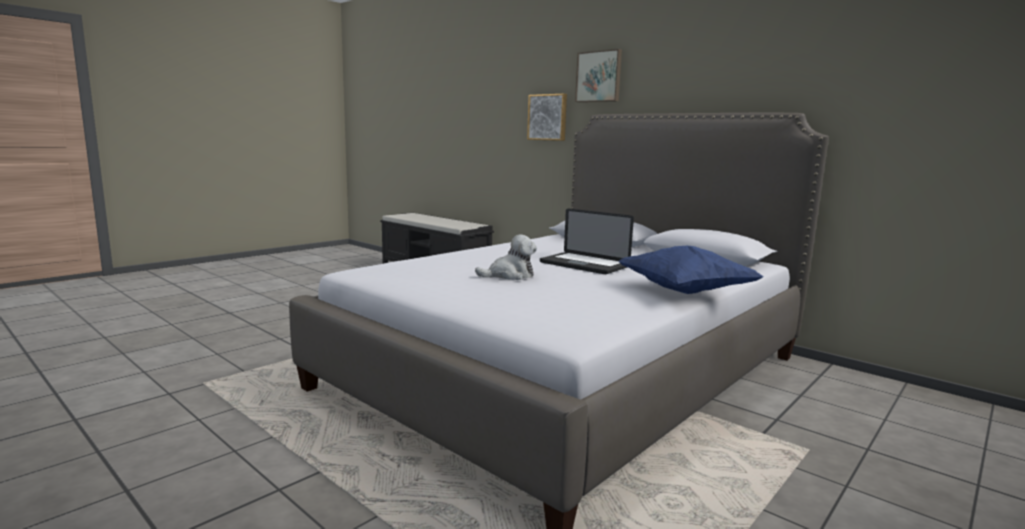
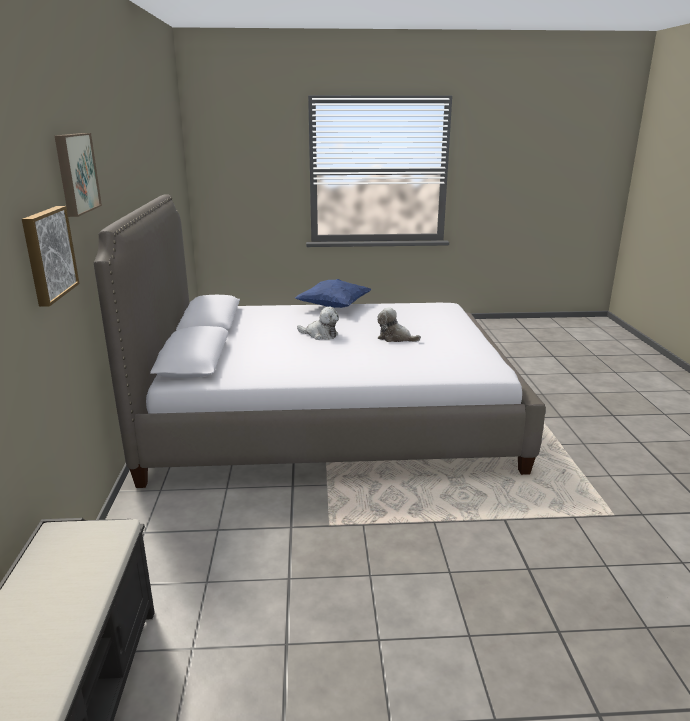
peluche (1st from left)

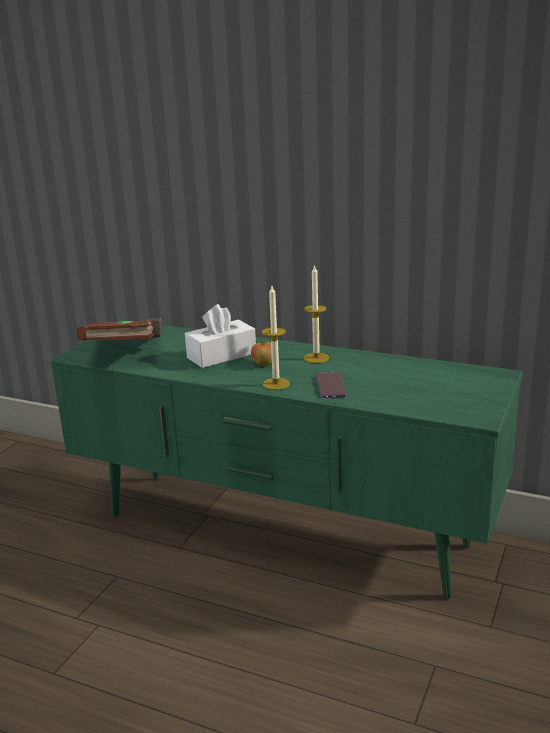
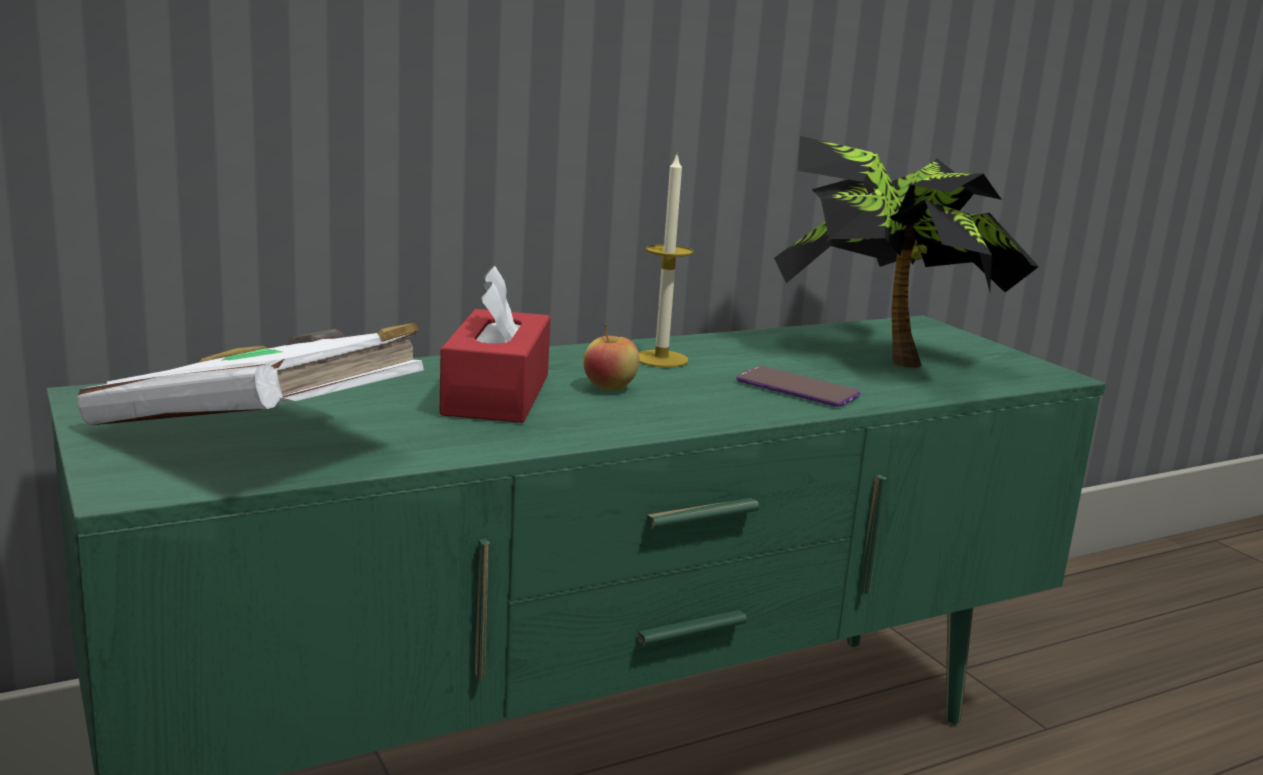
vela (1st from left in the first image); planta en maceta; libro (blanco); caja de pañuelos (rojo)

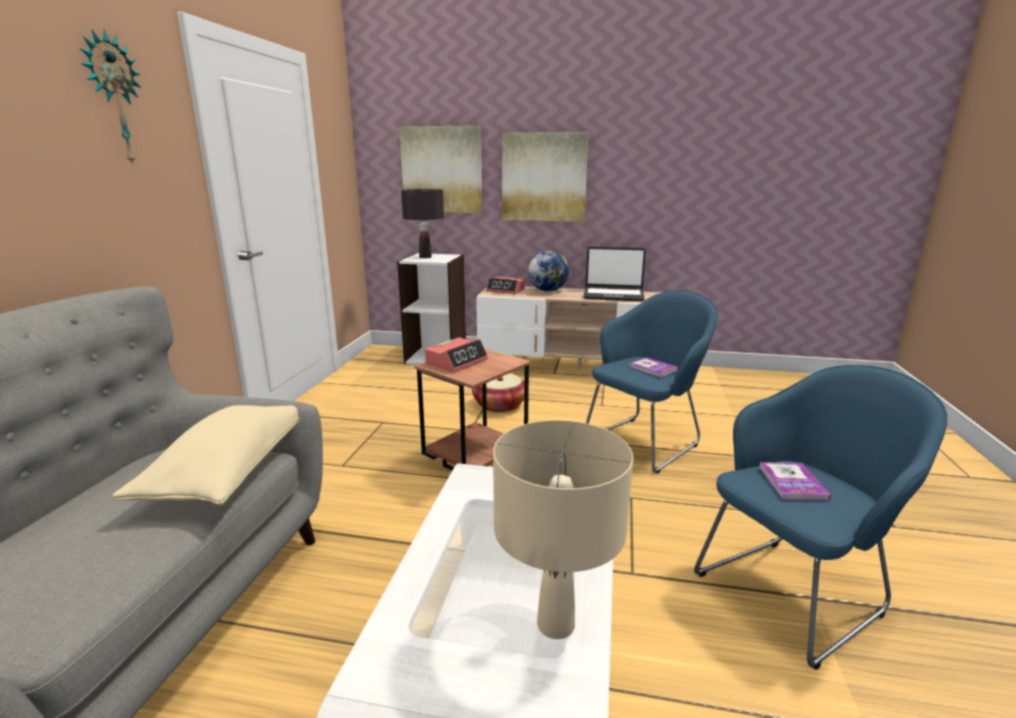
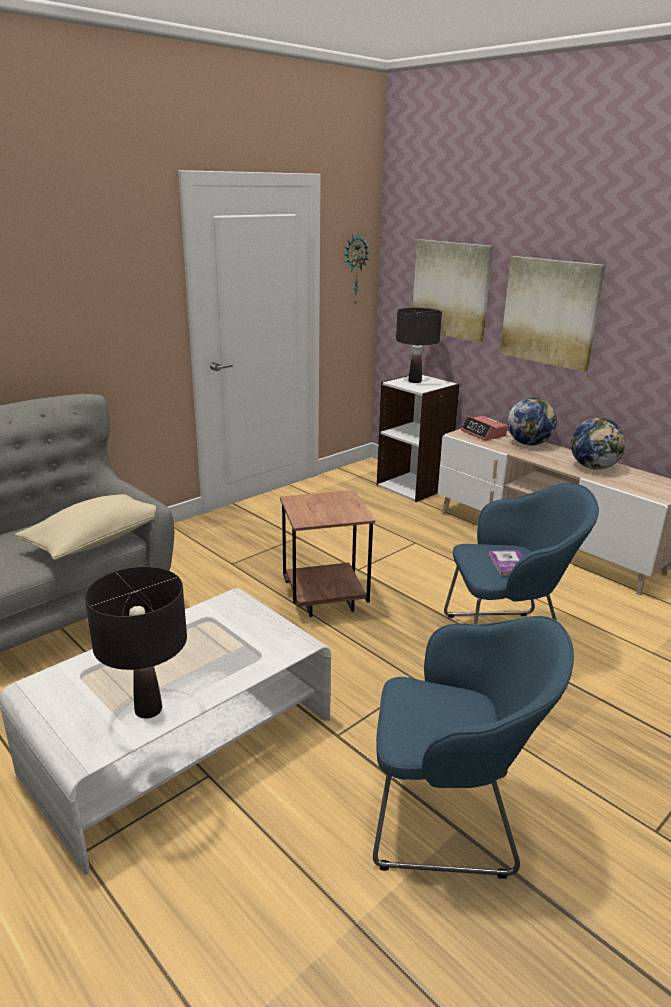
despertador (1st from left in the first image); cesta; libro (2nd from left in the first image); reloj de pared; globo terráqueo (2nd from left); lámpara de mesa (negro) (1st from left)

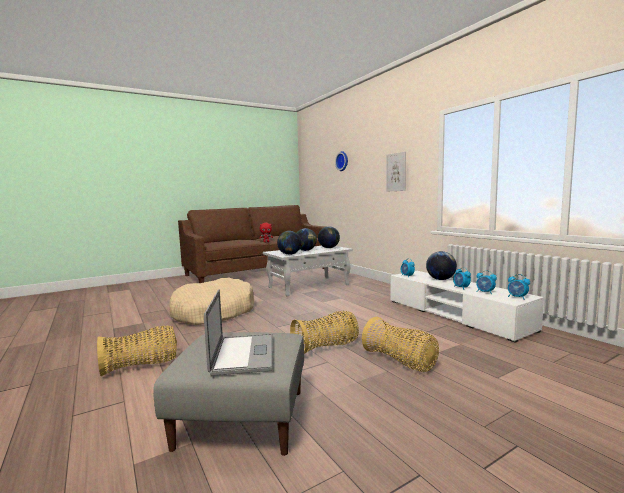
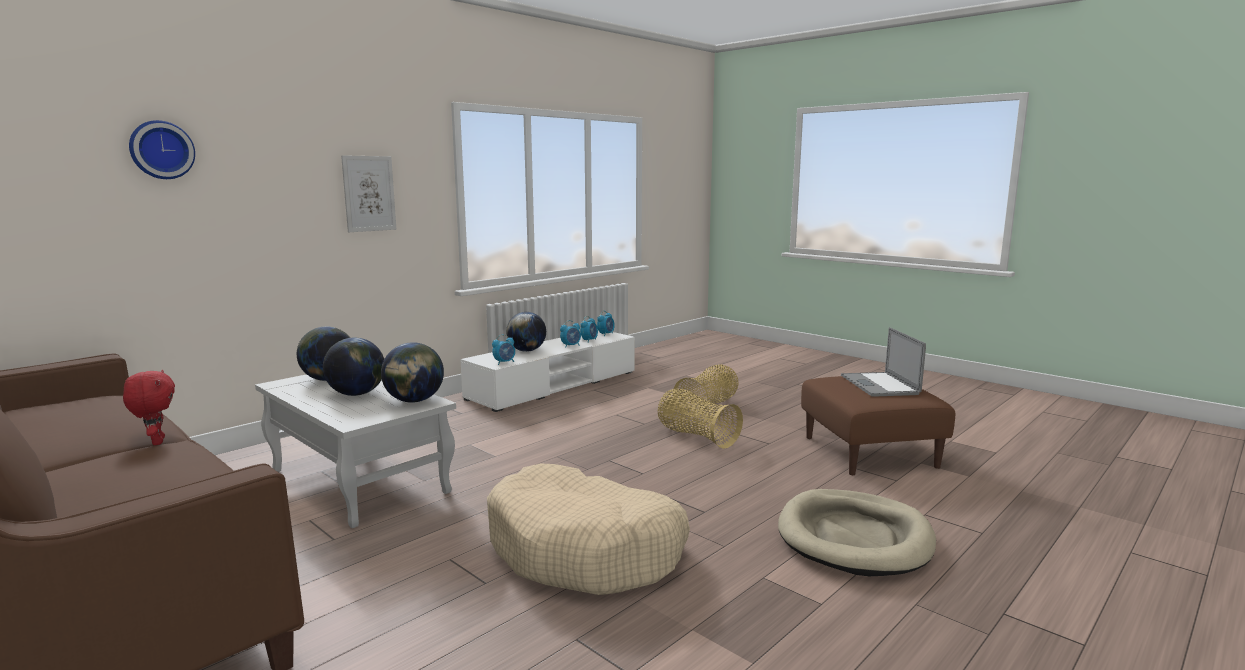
cama para perro (beis) (2nd from left); puf (marrón); portátil

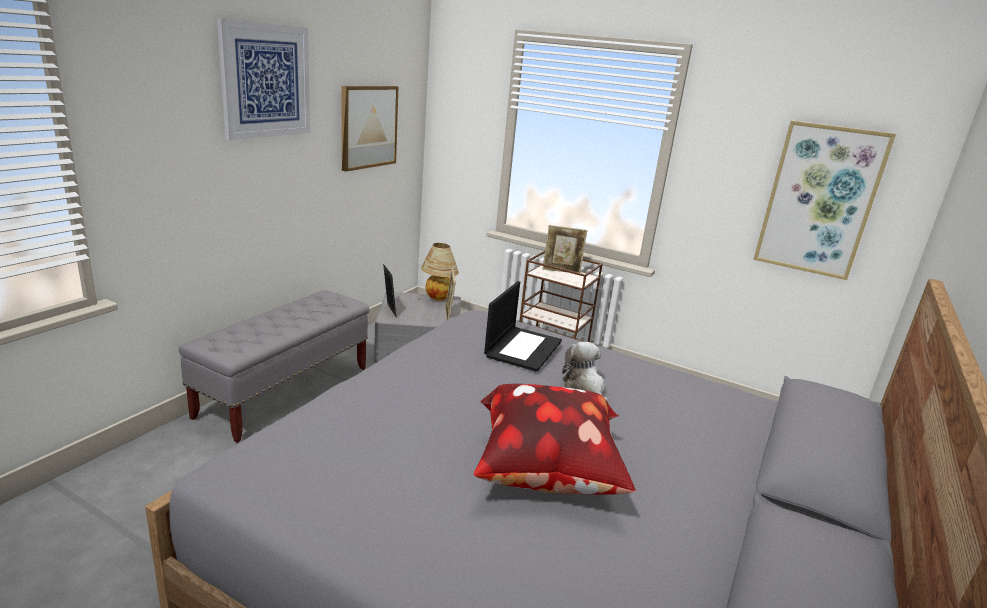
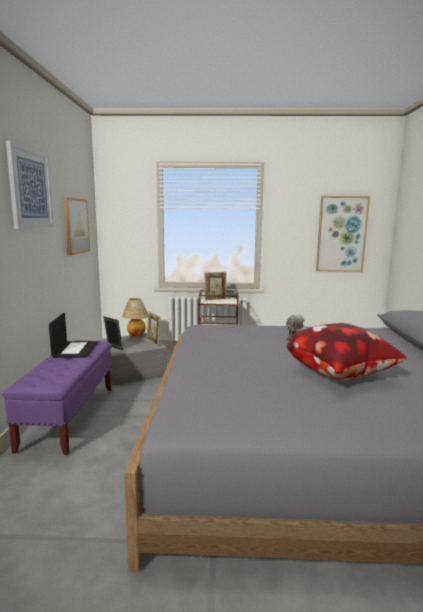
portátil; banco (morado)

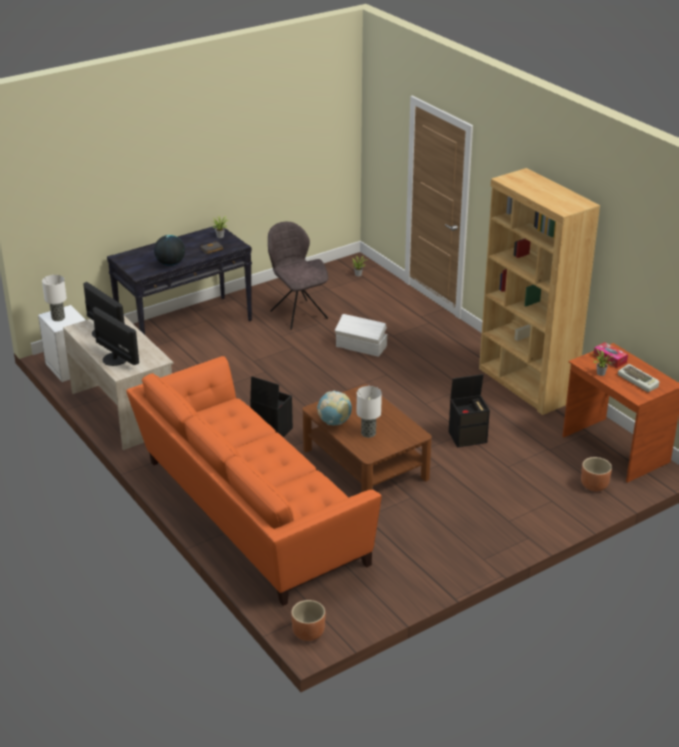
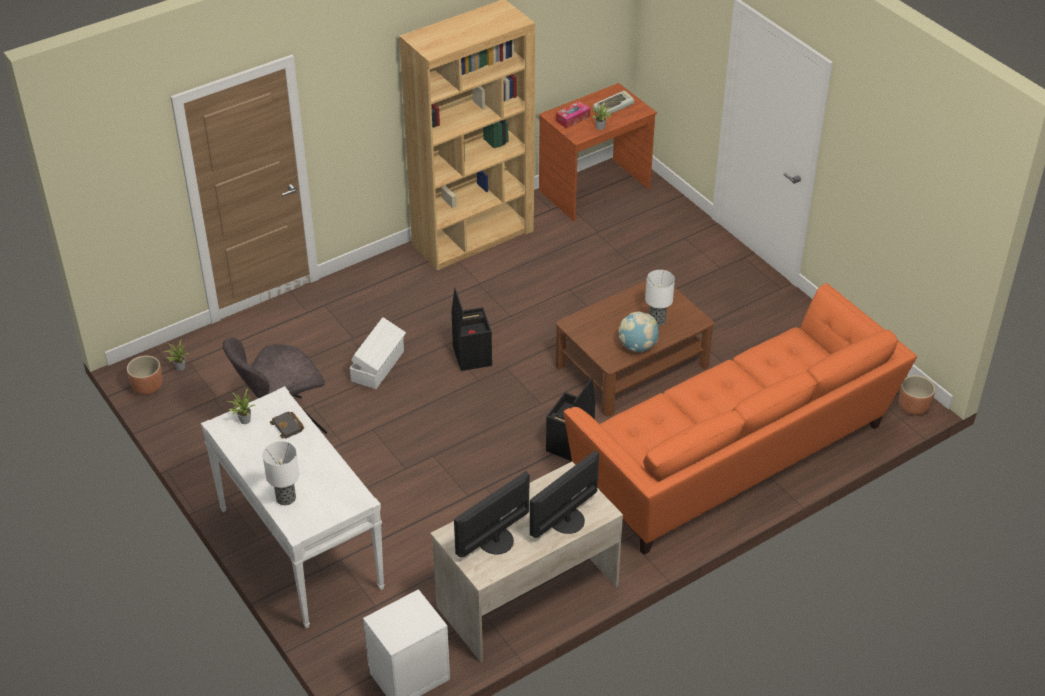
globo terráqueo (1st from left in the first image); lámpara de mesa (1st from left); caja de almacenaje (negro) (1st from left); maceta (marrón) (1st from left); mesa consola (blanco)

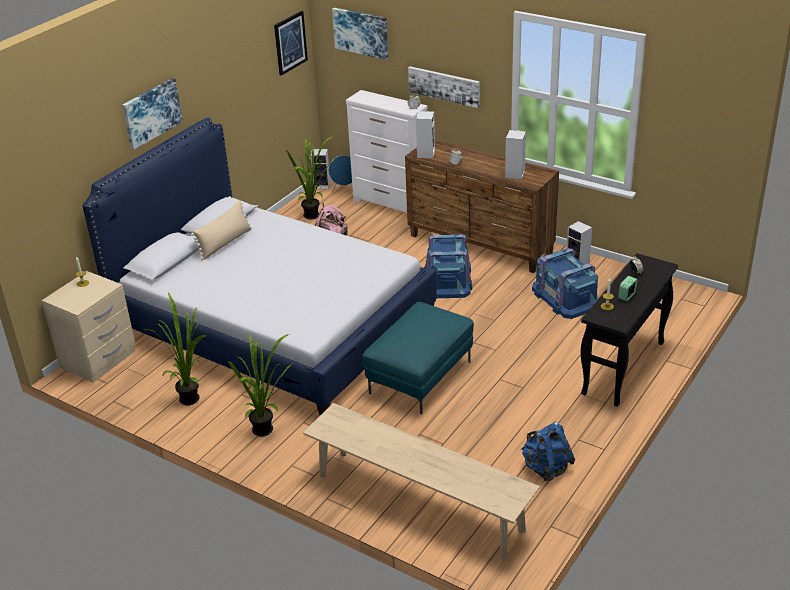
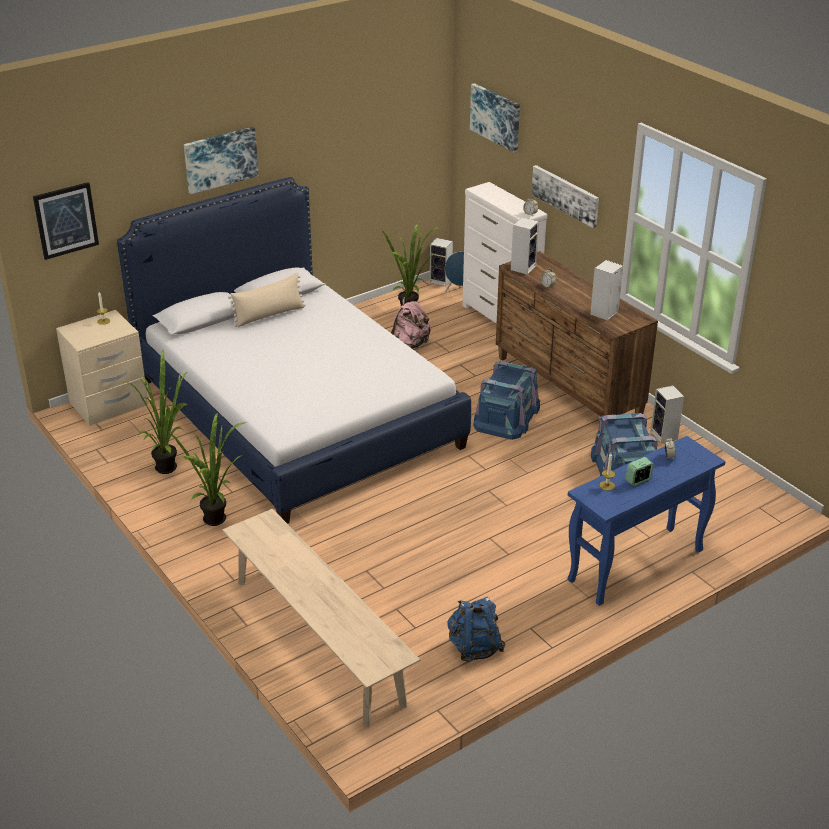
puf (turquesa); cuadro (1st from left); mesa consola (azul)

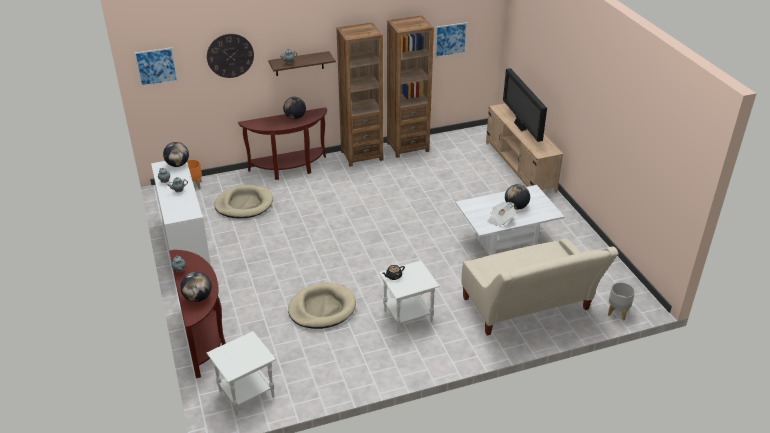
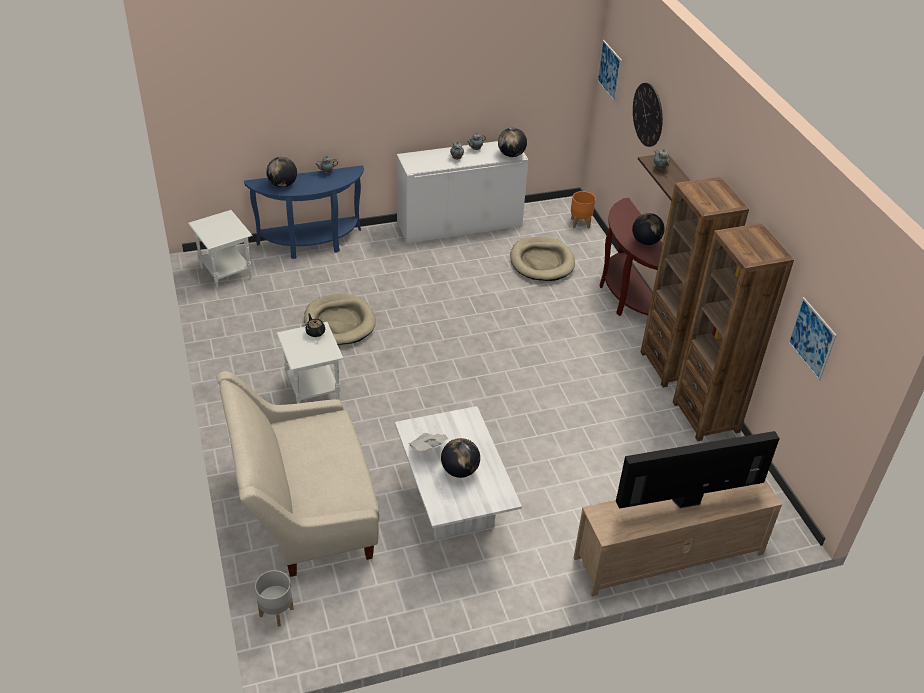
mesa consola (azul)

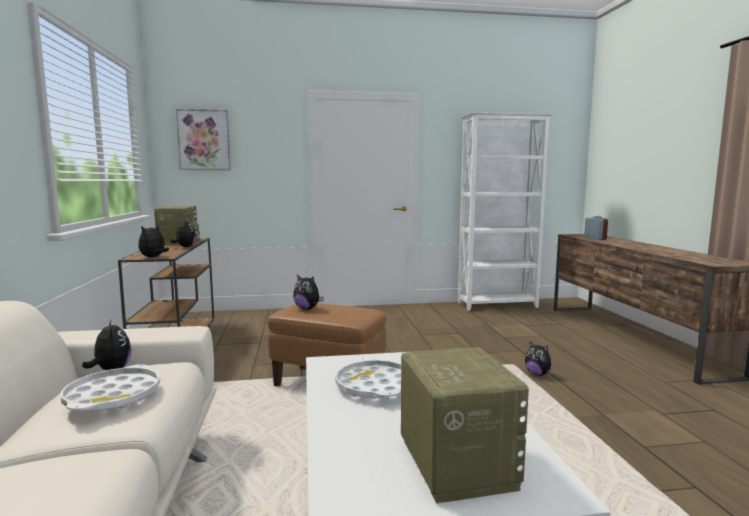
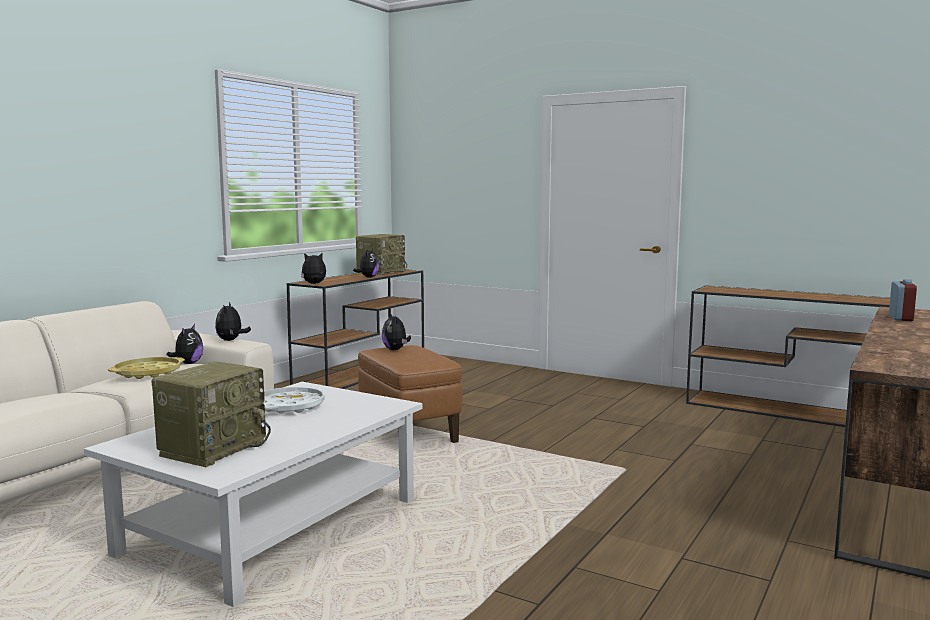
cuadro; peluche (2nd from left); mesa consola (marrón) (2nd from left); bandeja (amarillo)

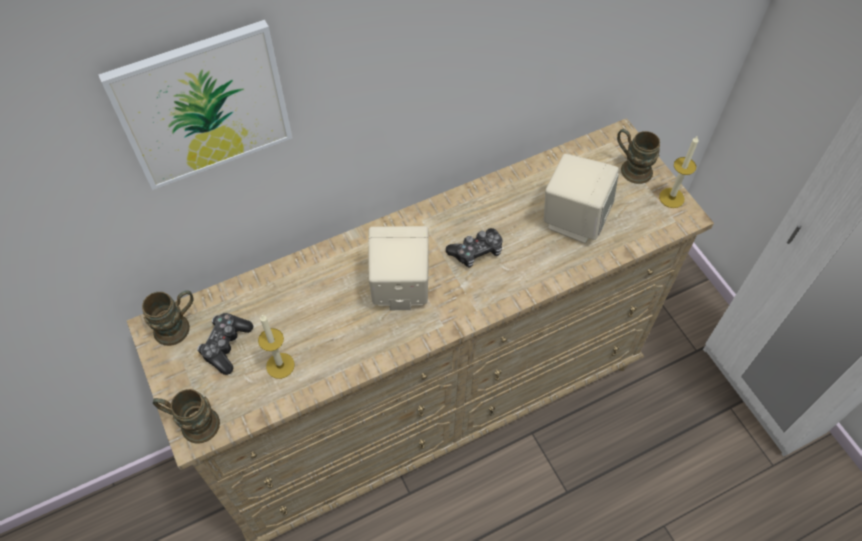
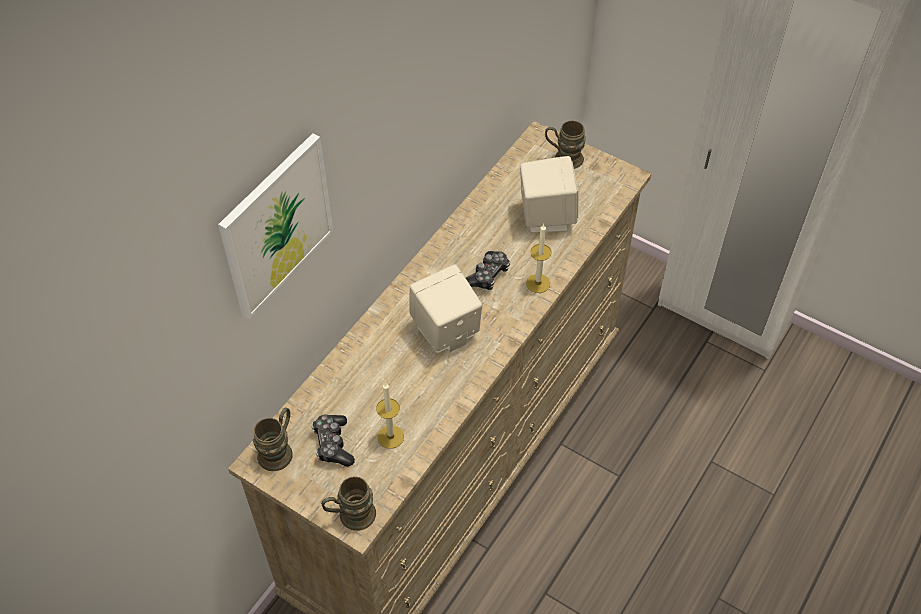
vela (2nd from left)

